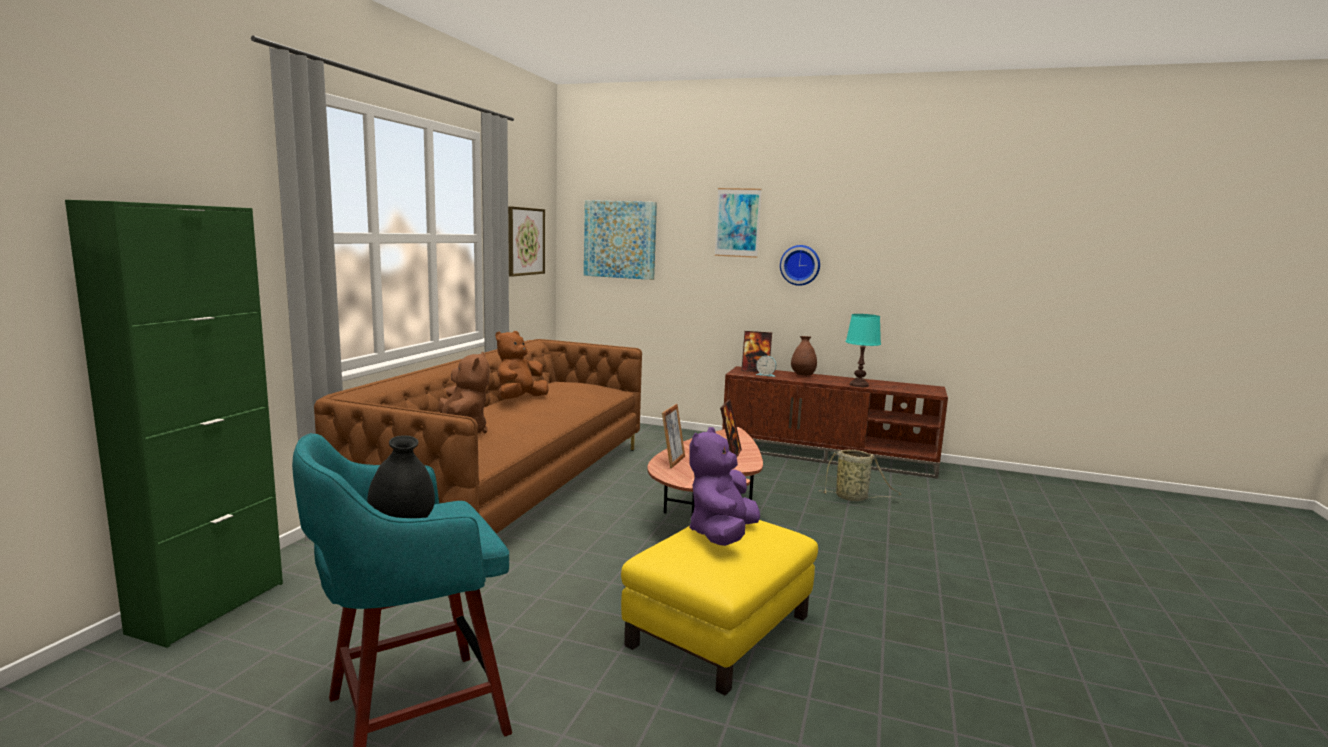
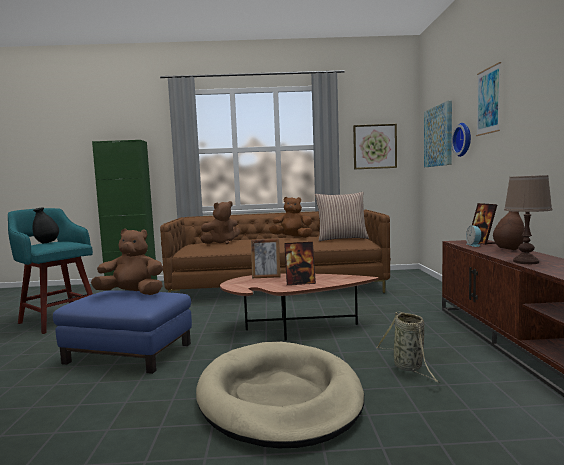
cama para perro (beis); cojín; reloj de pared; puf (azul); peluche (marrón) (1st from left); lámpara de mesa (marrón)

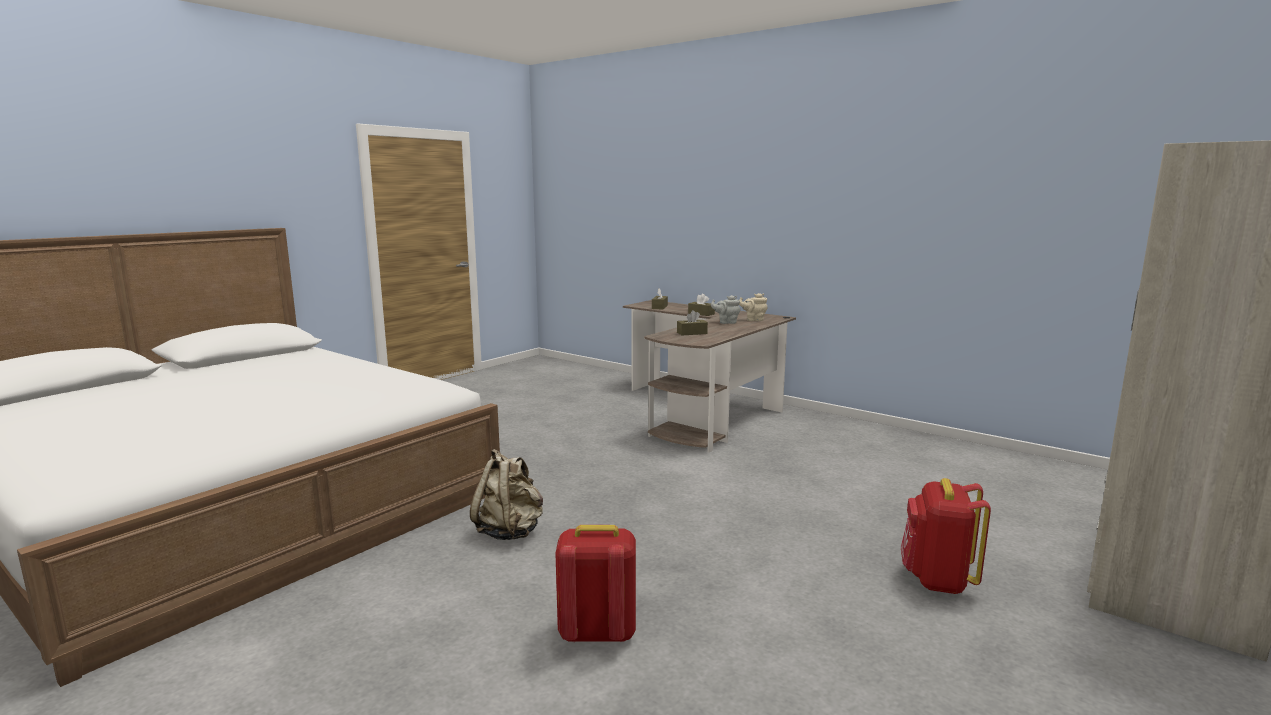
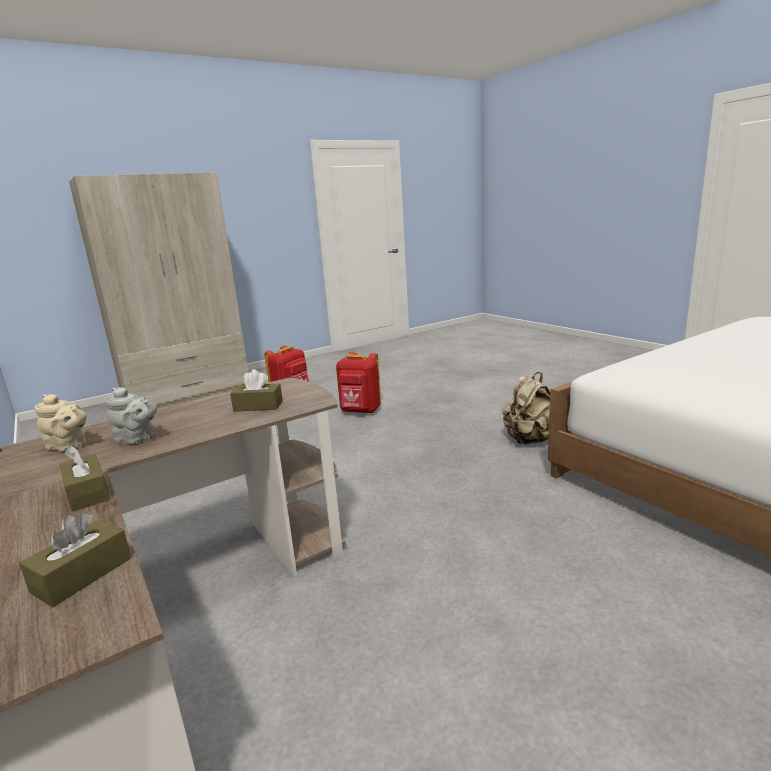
mochila (rojo) (2nd from left)

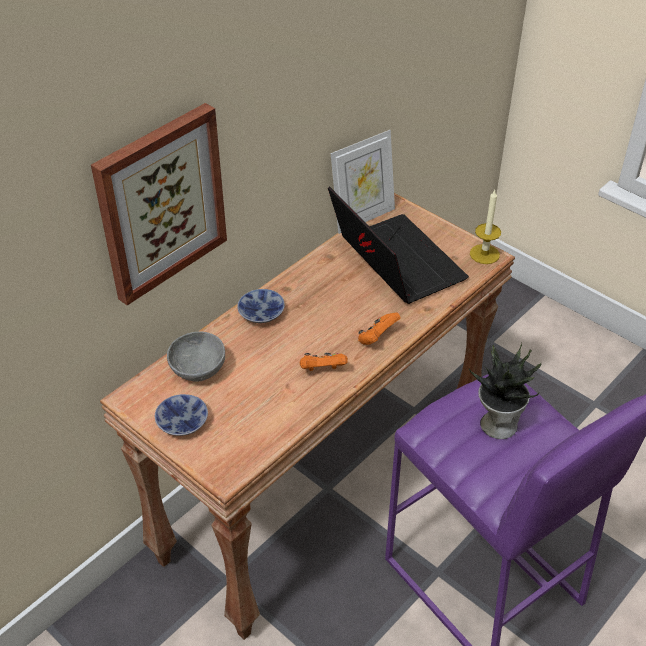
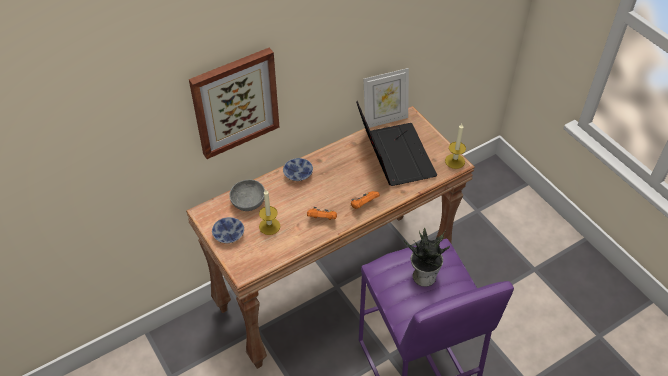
vela (1st from left)

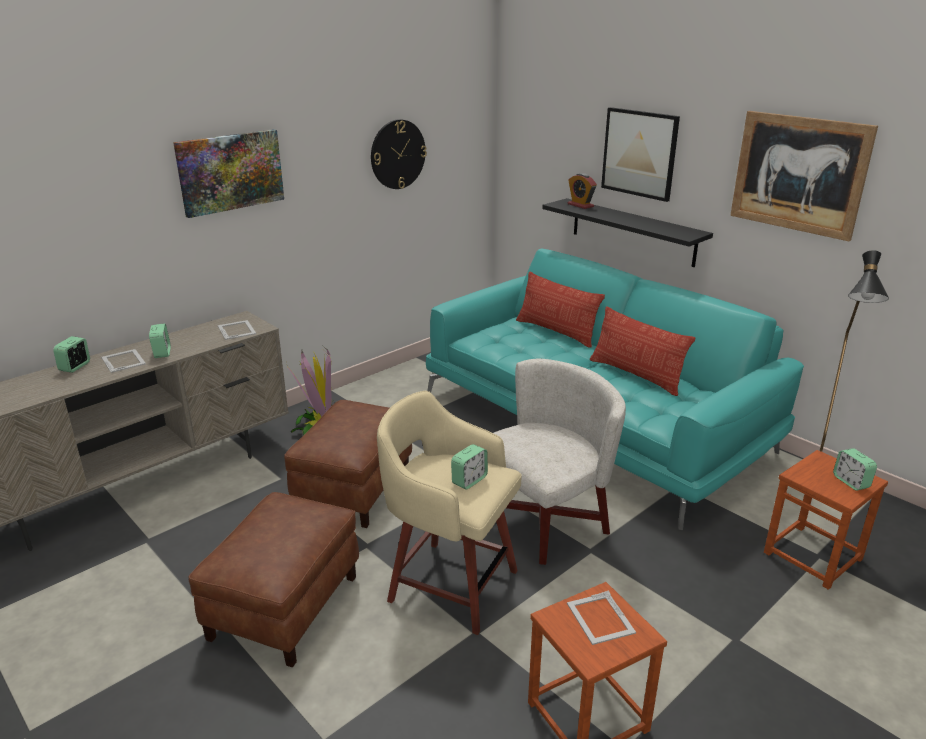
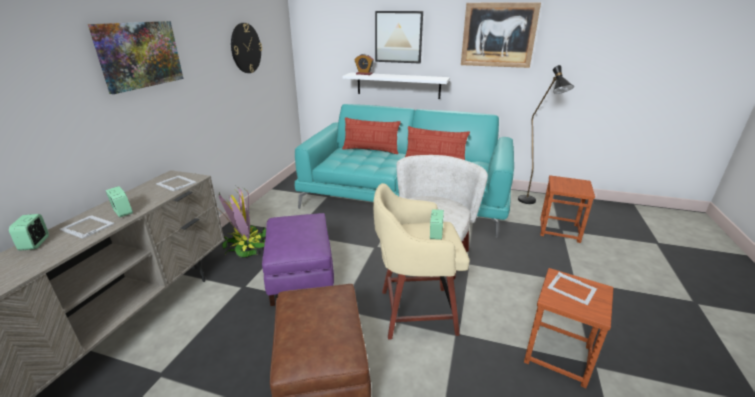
despertador (5th from left in the first image); puf (morado); estante (blanco)

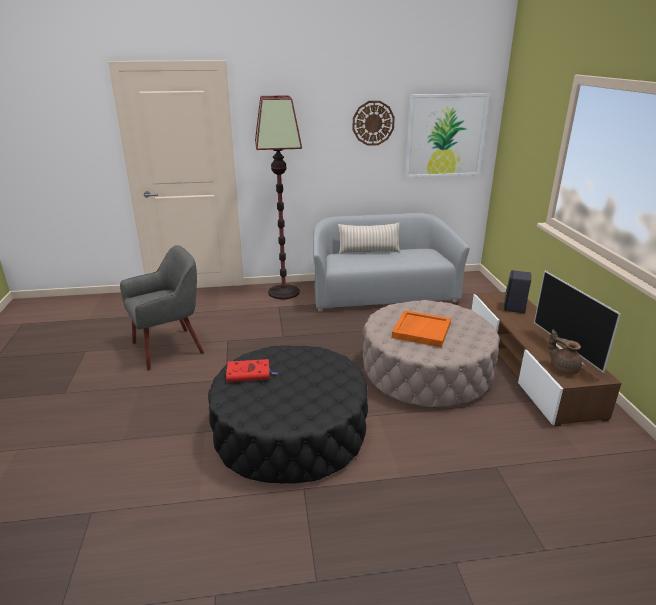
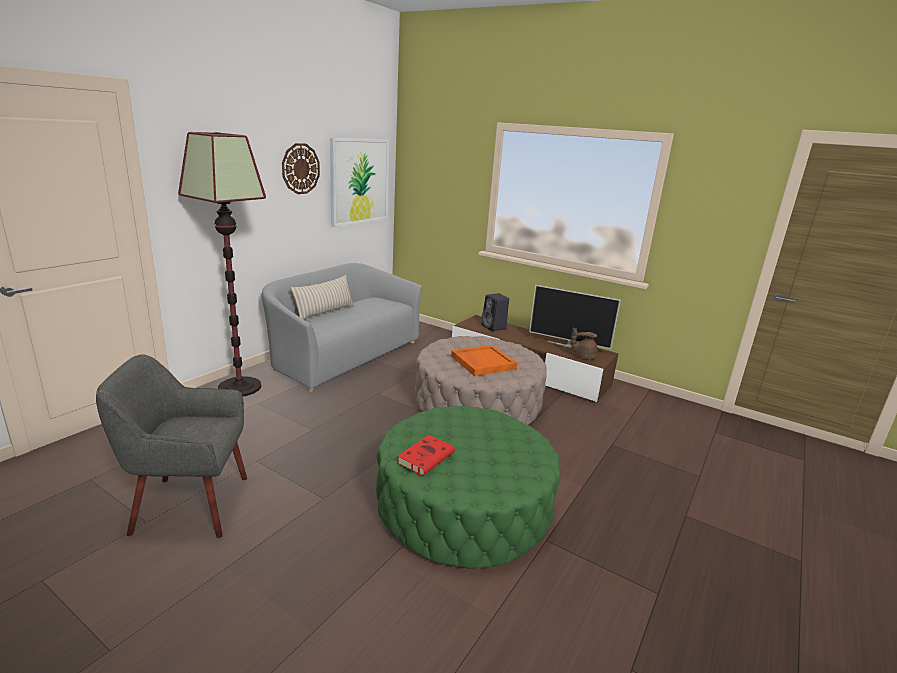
puf (verde); sillón (gris)

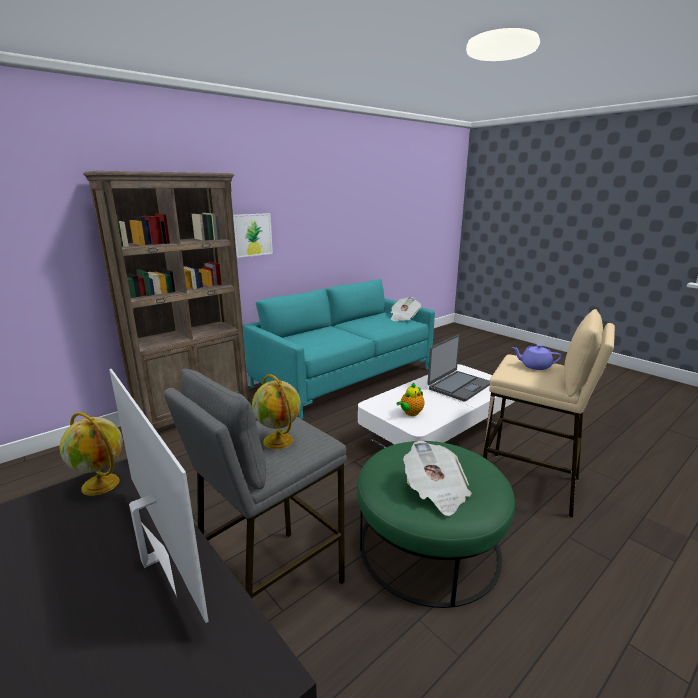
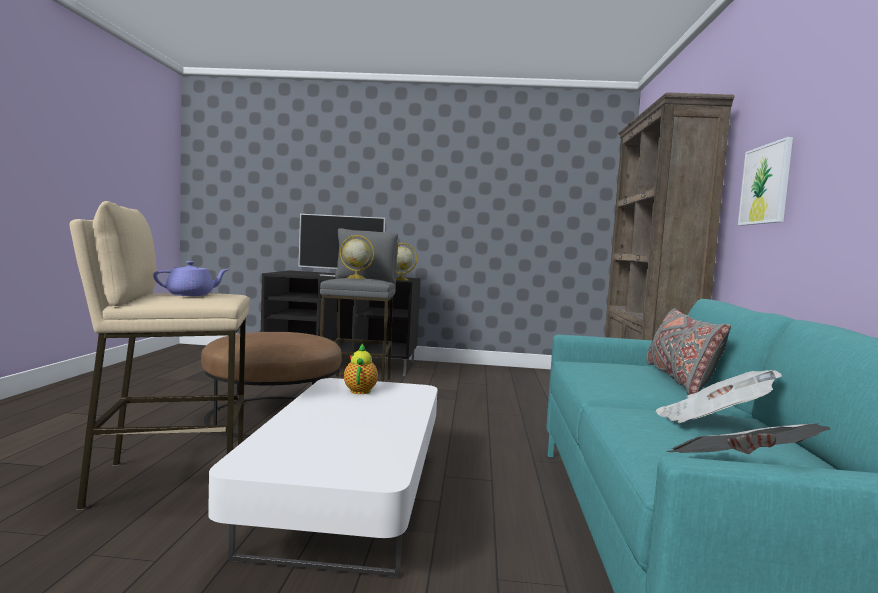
portátil; cojín (gris); periódico (1st from left); puf (marrón)

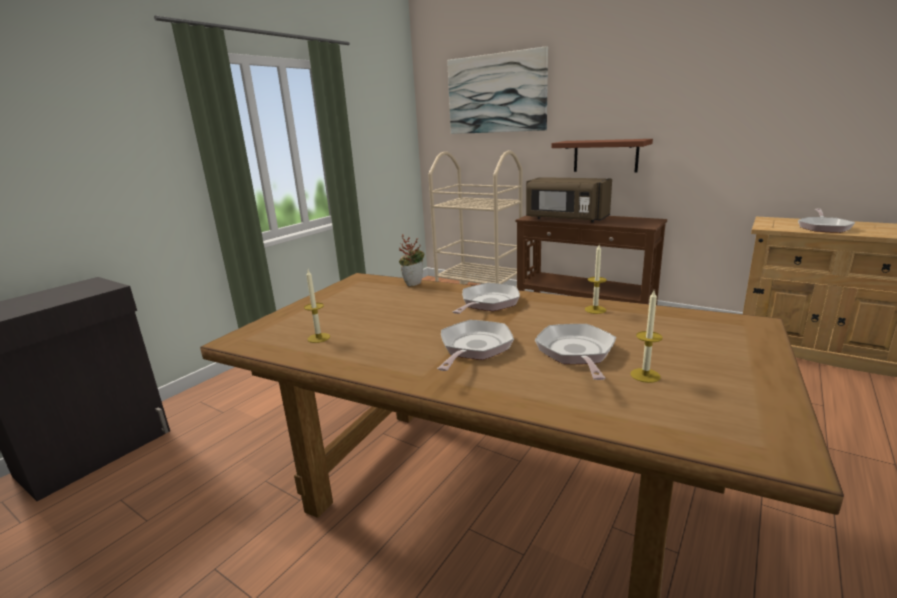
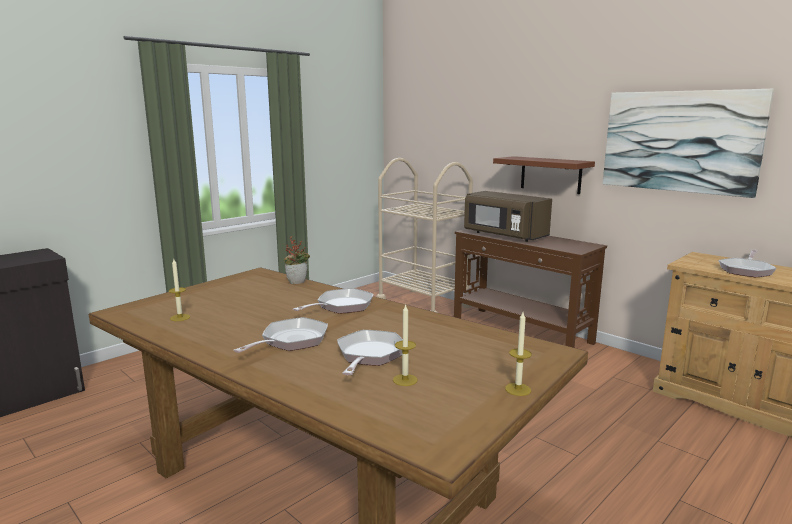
cuadro; vela (3rd from left)

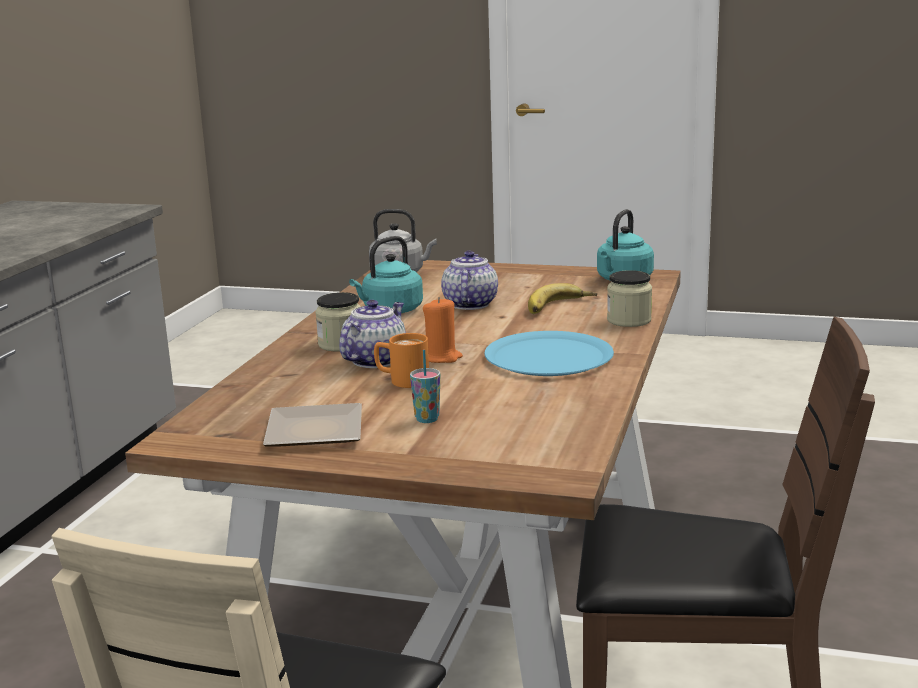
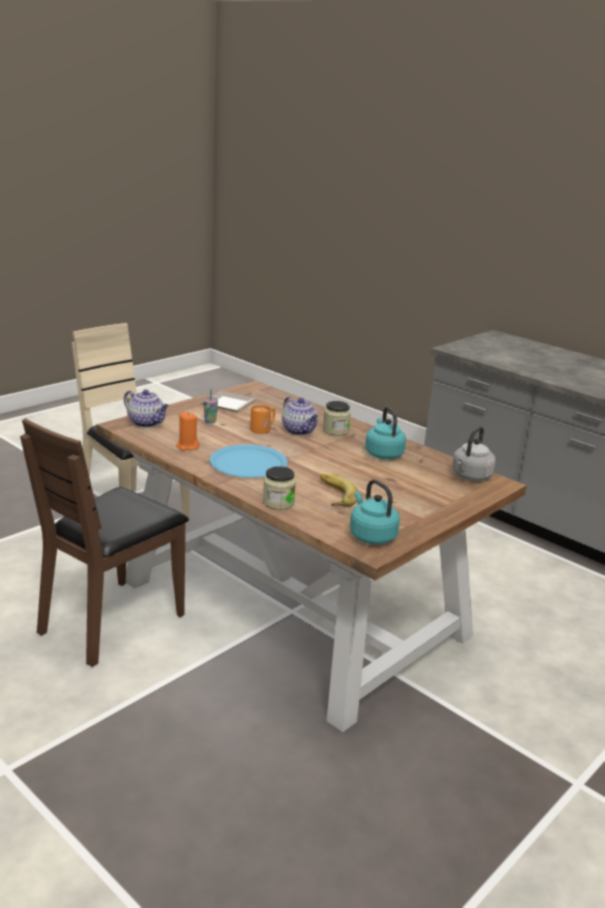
vela (naranja); tetera (1st from left)

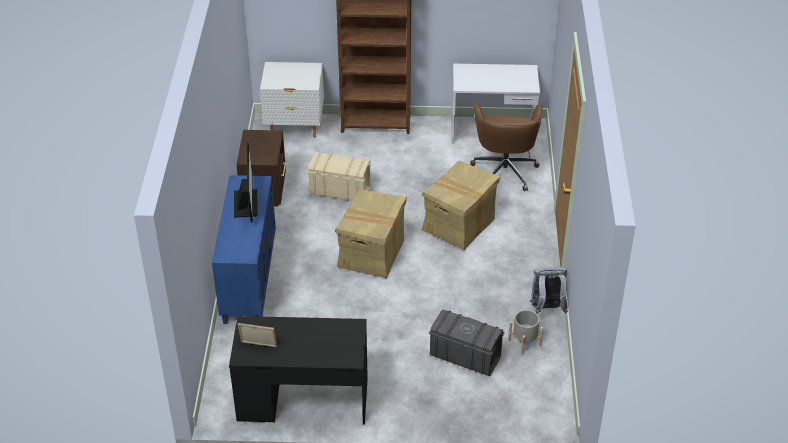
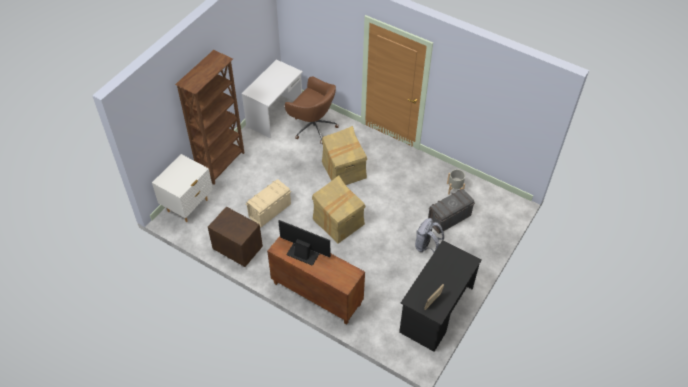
mochila (gris); armario (marrón)

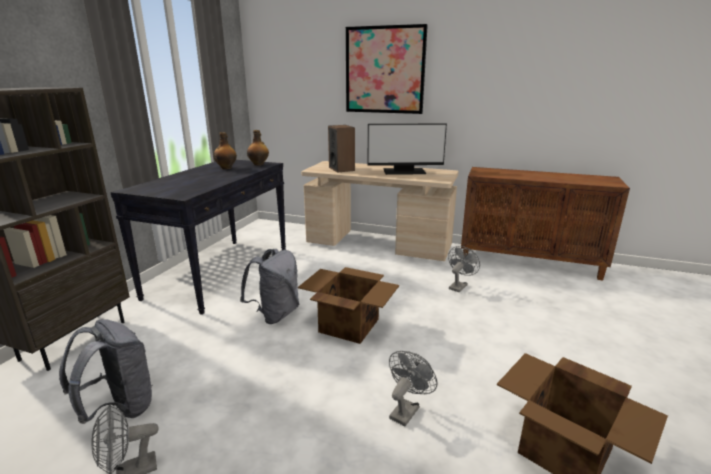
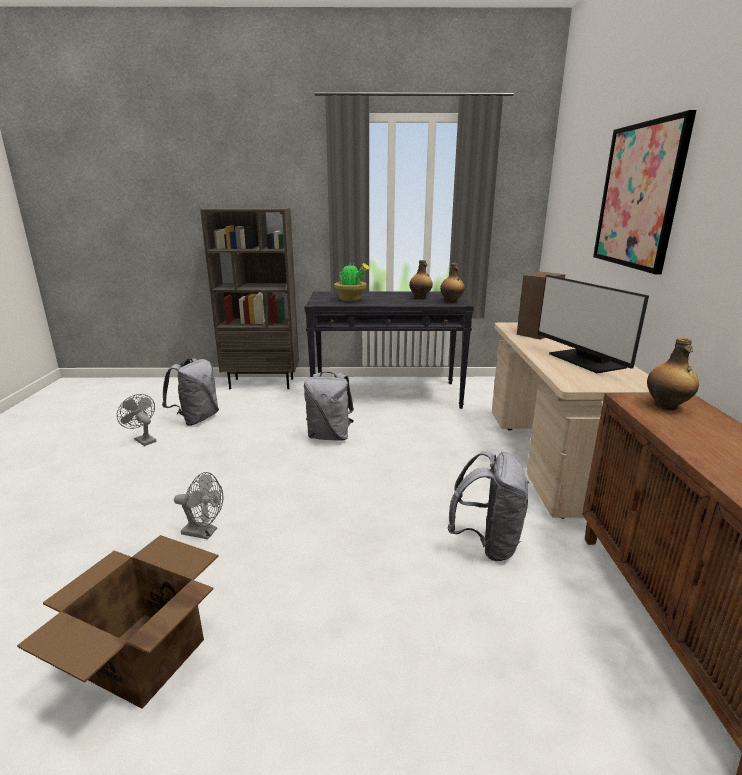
caja de cartón (1st from left in the first image); planta en maceta; botella (3rd from left); mochila (gris) (3rd from left)

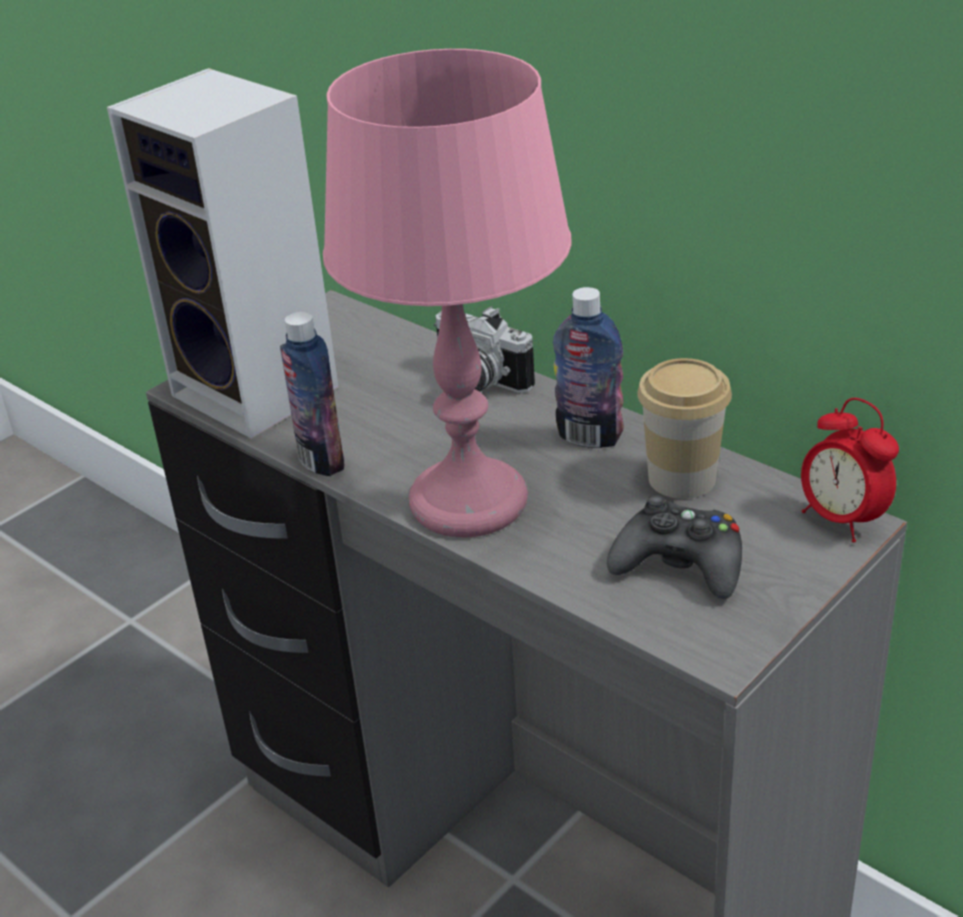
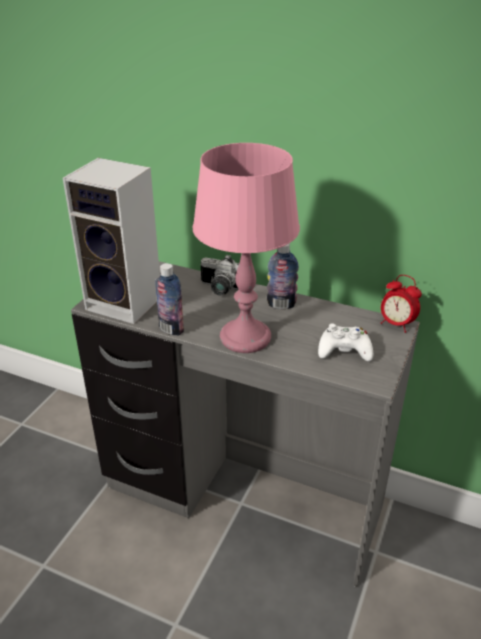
taza; mando de consola (blanco)

